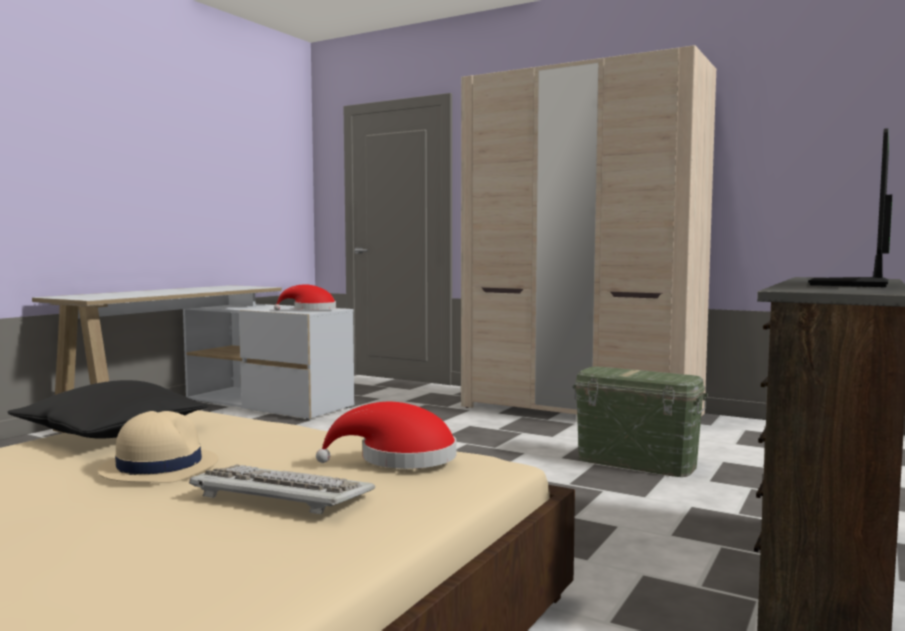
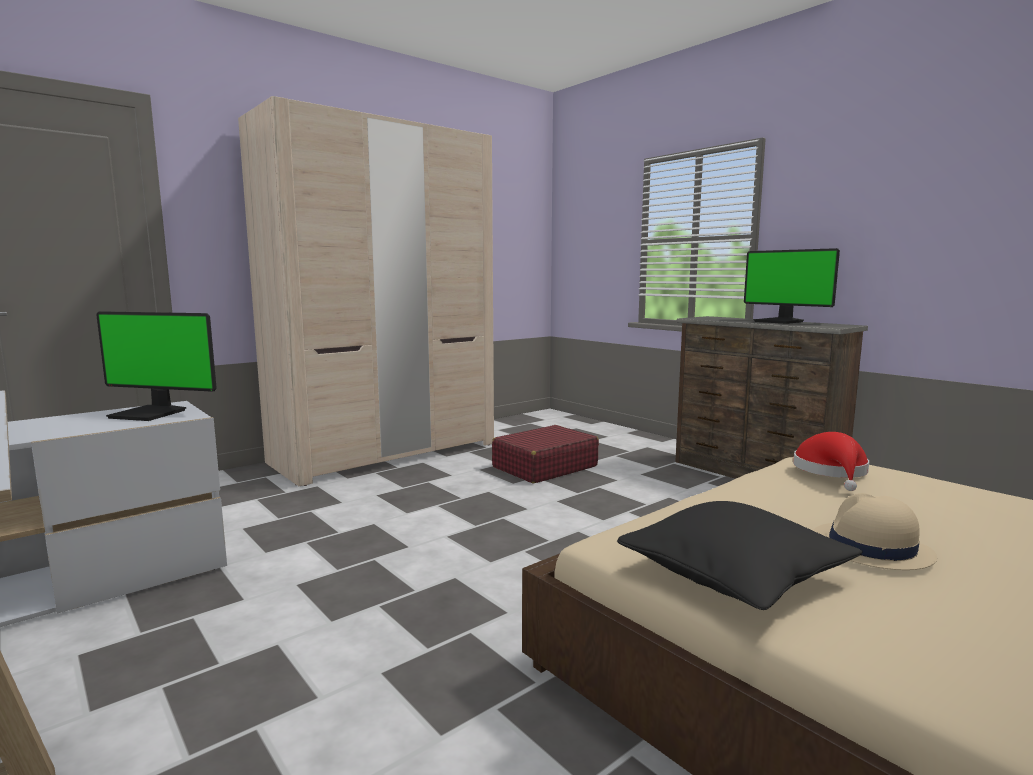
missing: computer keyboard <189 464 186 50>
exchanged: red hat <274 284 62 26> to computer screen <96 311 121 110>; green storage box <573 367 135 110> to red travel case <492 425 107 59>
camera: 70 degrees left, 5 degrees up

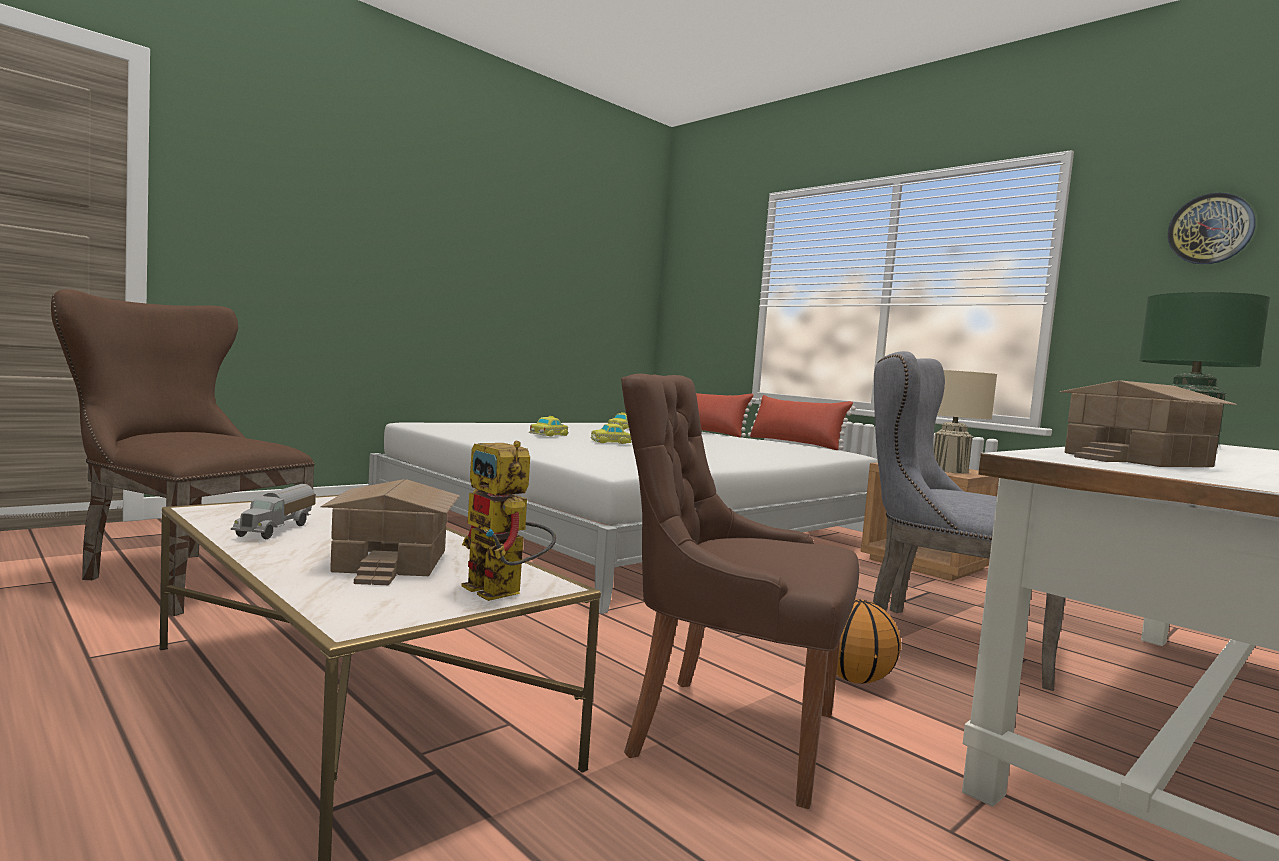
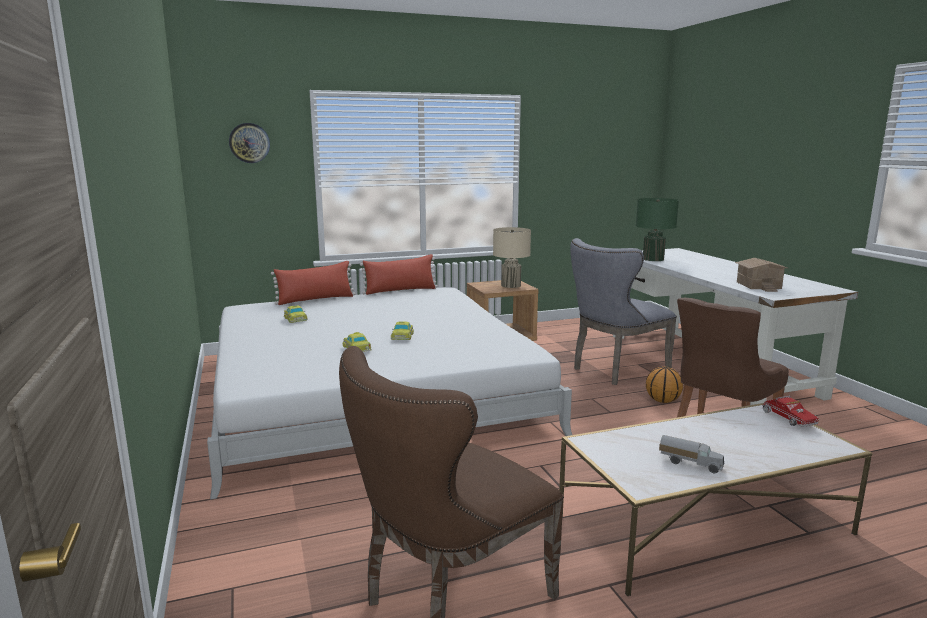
missing: toy house <321 479 139 106>
relocated: clock on the wall <1168 193 88 71> to <229 123 41 40>
exchanged: model robot <461 441 95 160> to toy truck <762 396 57 31>
camera: 65 degrees left, 10 degrees up

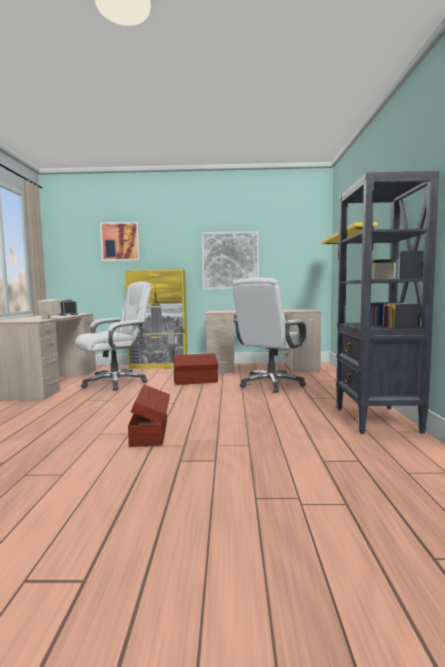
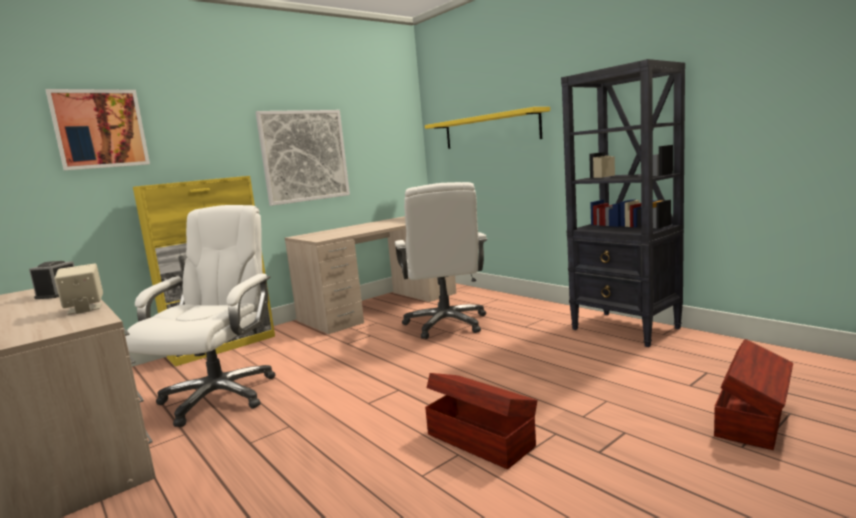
relocated: brown-coloured storage box <173 353 45 32> to <714 339 79 111>
camera: 40 degrees left, 5 degrees up

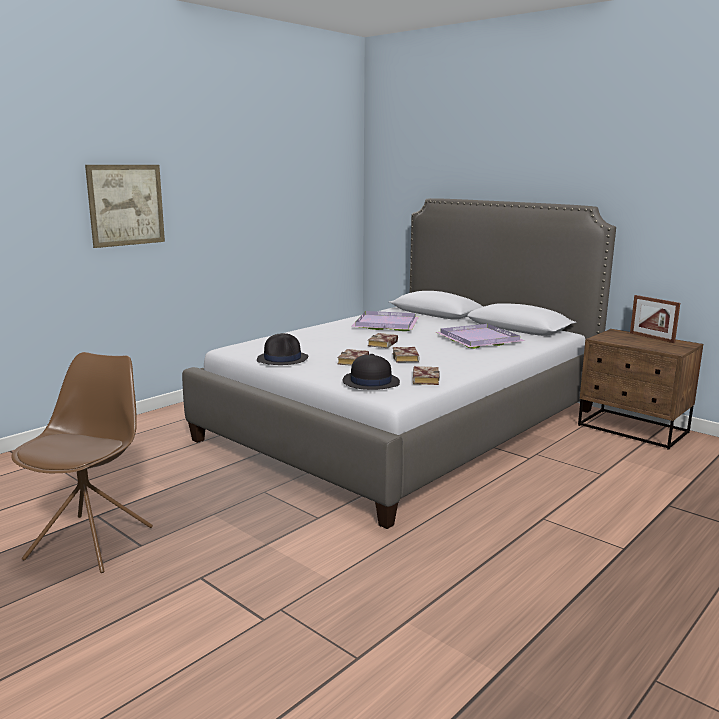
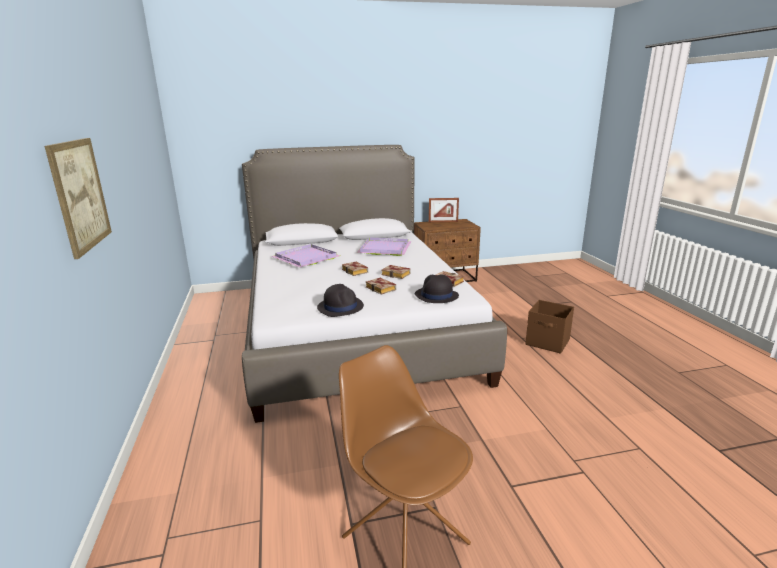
appeared: brown-coloured storage box <525 300 49 54>
camera: 55 degrees left, 5 degrees up

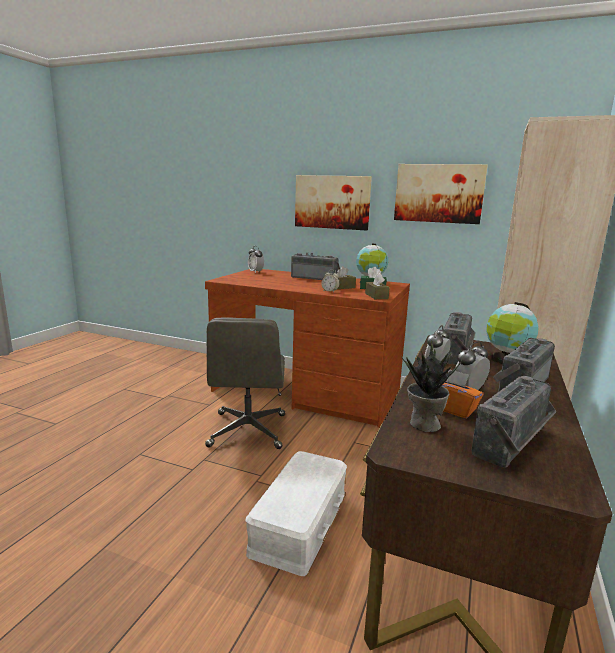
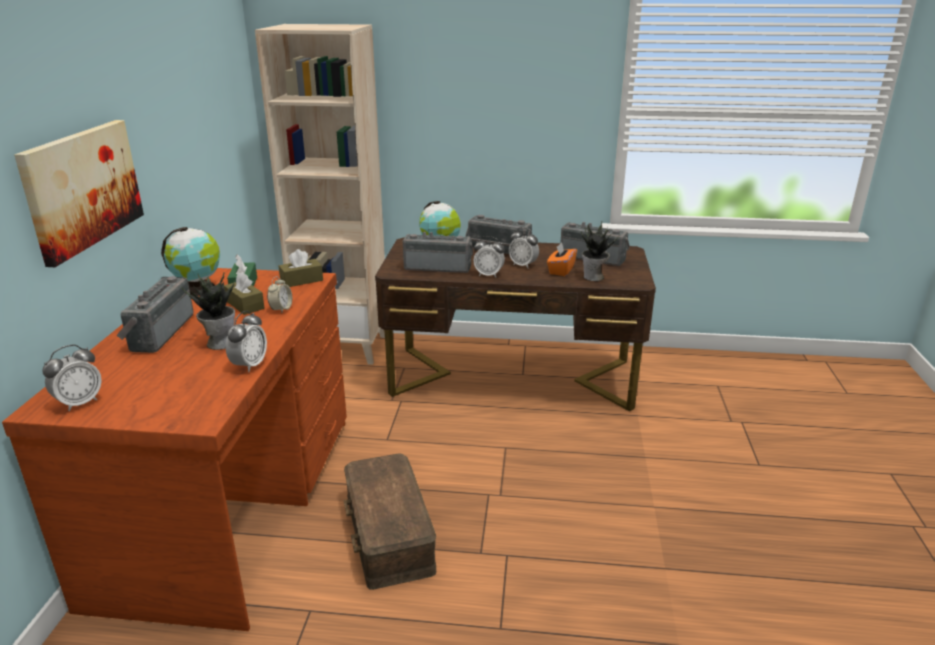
missing: white-coloured storage box <246 451 101 125>; wall art <394 164 94 60>
appeared: plant in a pot <181 272 54 78>; table clock <226 311 41 61>
exchanged: greyish computer chair <205 317 80 132> to brown-coloured storage box <343 453 93 137>
camera: 105 degrees left, 10 degrees up

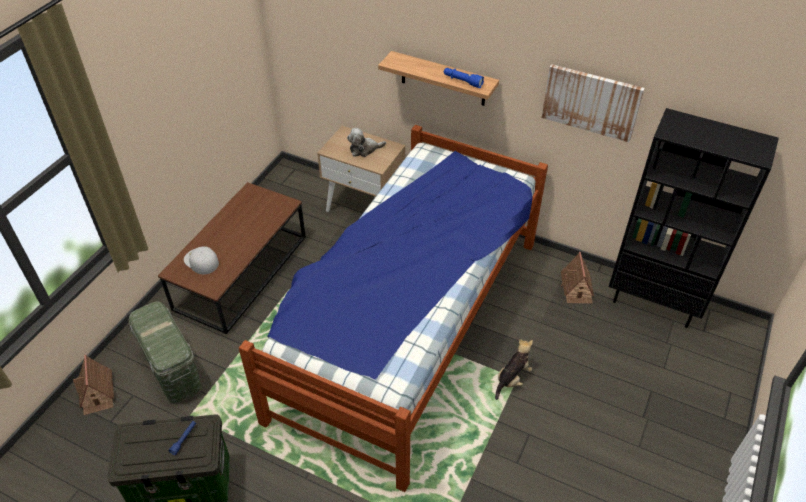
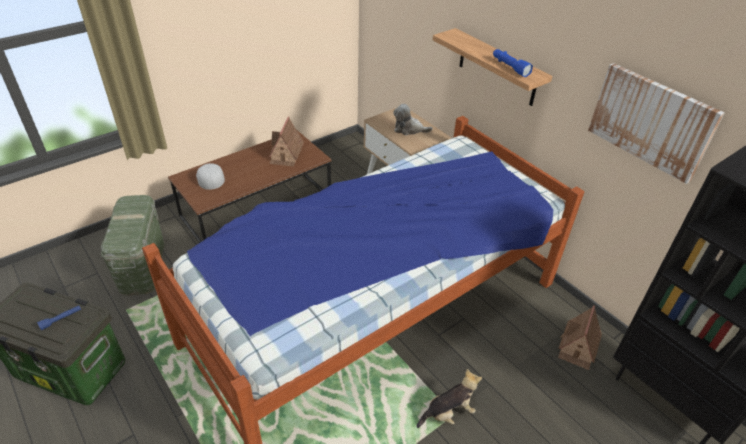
relocated: toy house <73 355 41 60> to <269 116 35 51>
camera: 25 degrees right, 5 degrees down

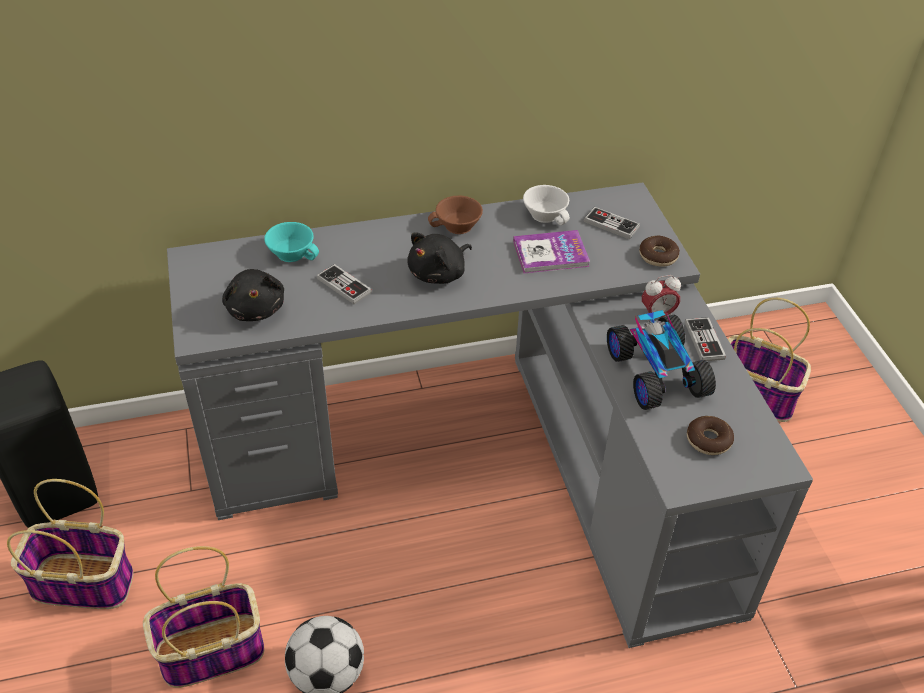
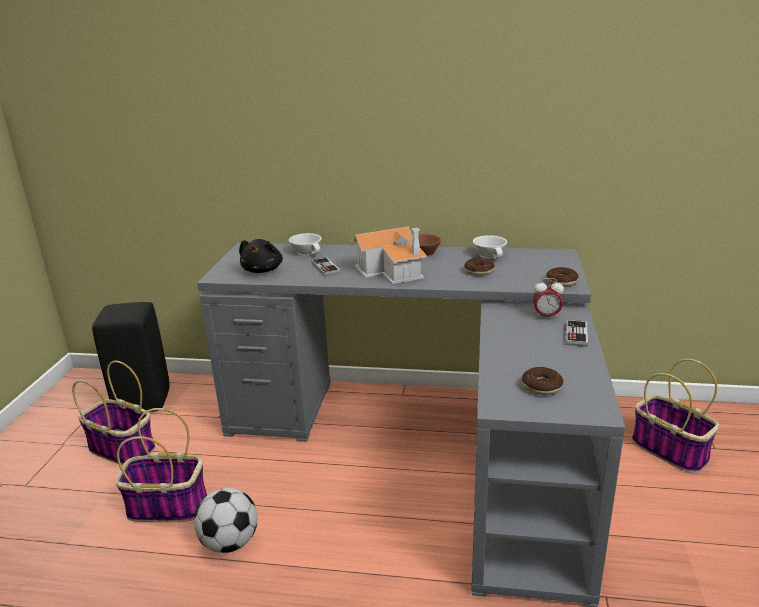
missing: joypad <584 207 56 32>; model car <607 310 109 100>
exchanged: blackish plush toy <407 232 65 52> to toy house <351 227 76 57>; book <513 230 77 43> to donut <464 258 31 18>
colour: turquoise-coloured drinking cup <264 222 55 40> to white-coloured drinking cup <289 233 33 22>
camera: 25 degrees right, 20 degrees down

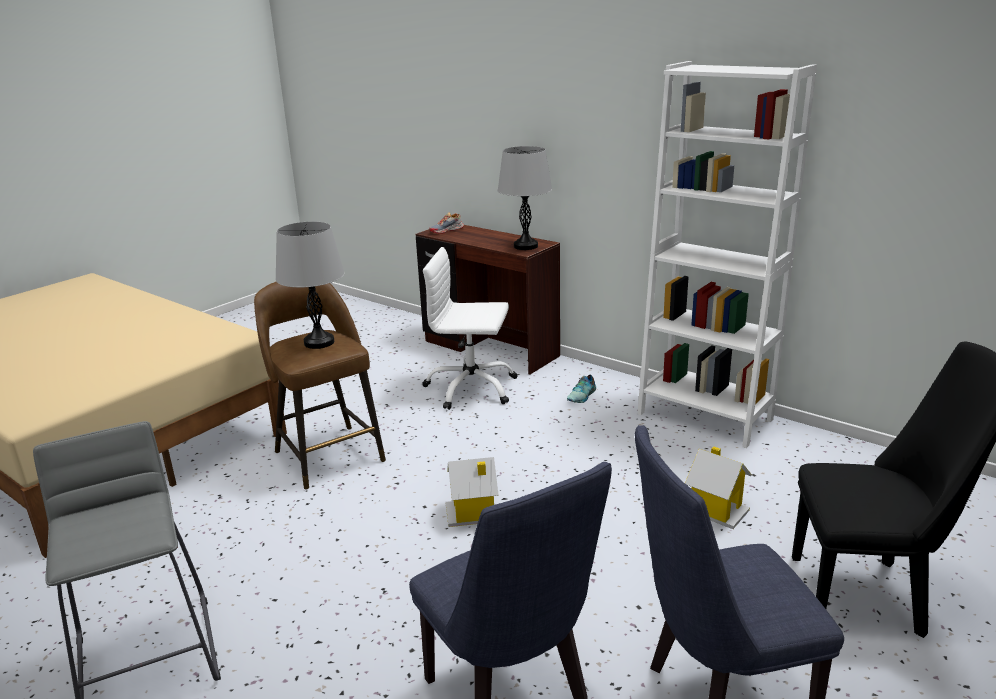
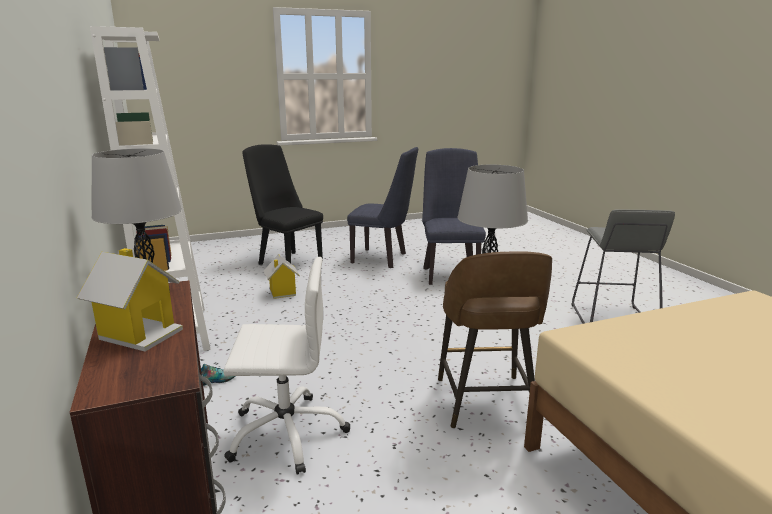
missing: item of footwear <429 212 35 22>
relocated: toy house <446 457 52 70> to <77 248 106 104>
spun: white-coloured computer chair <422 247 96 163> = <224 257 126 218> 45 degrees counterclockwise
camera: 150 degrees left, 5 degrees down

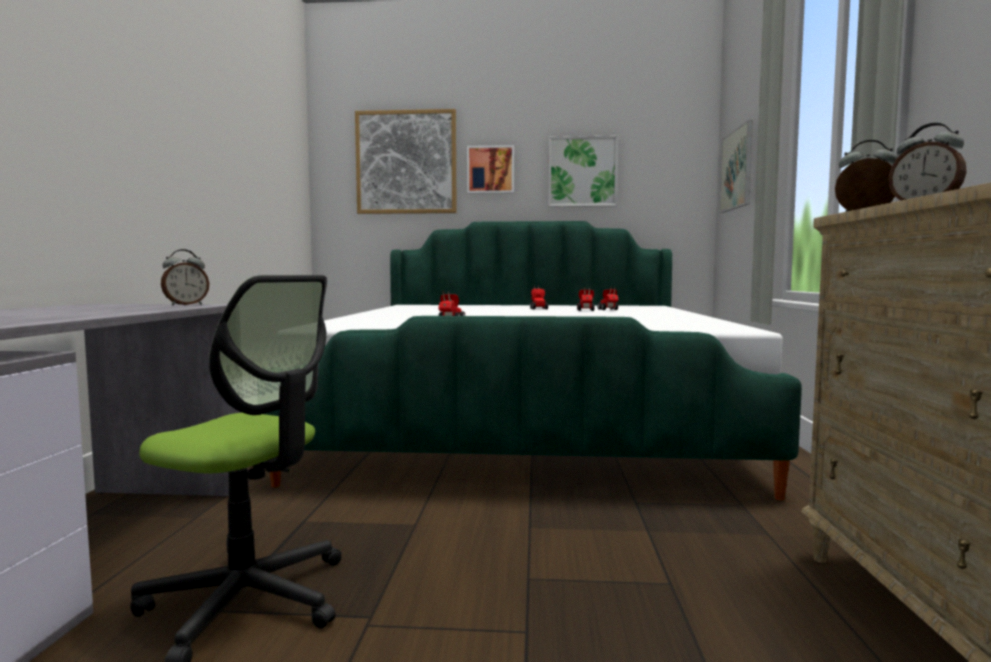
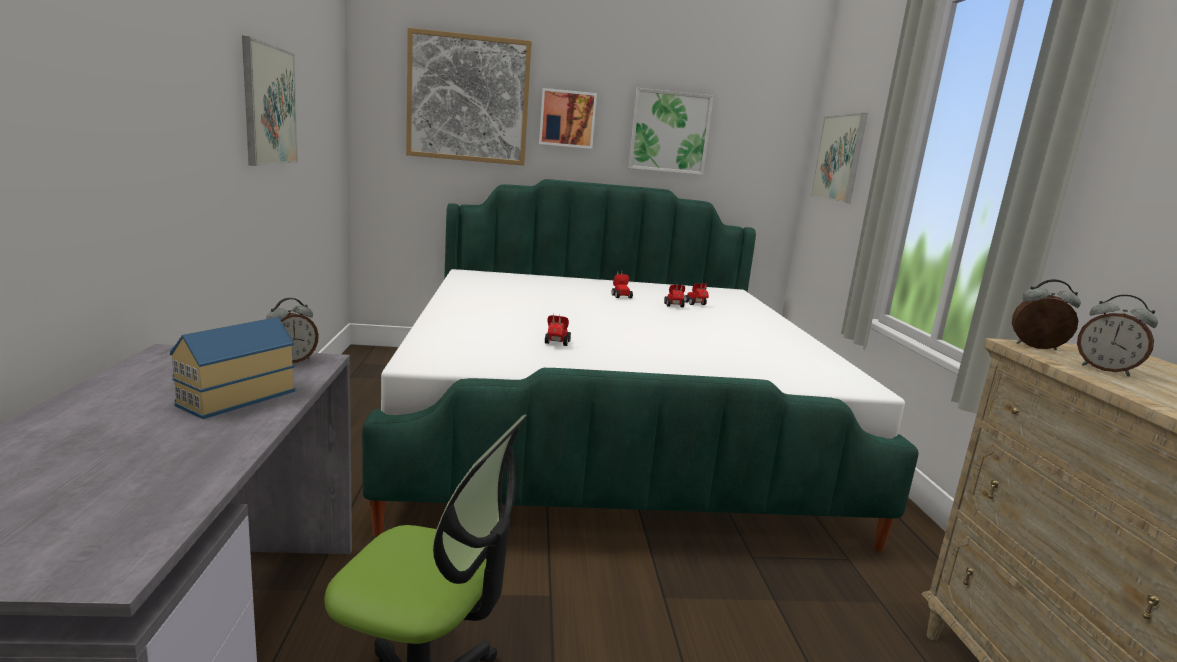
appeared: toy house <170 317 125 102>; wall art <242 36 56 130>
camera: 10 degrees left, 10 degrees up

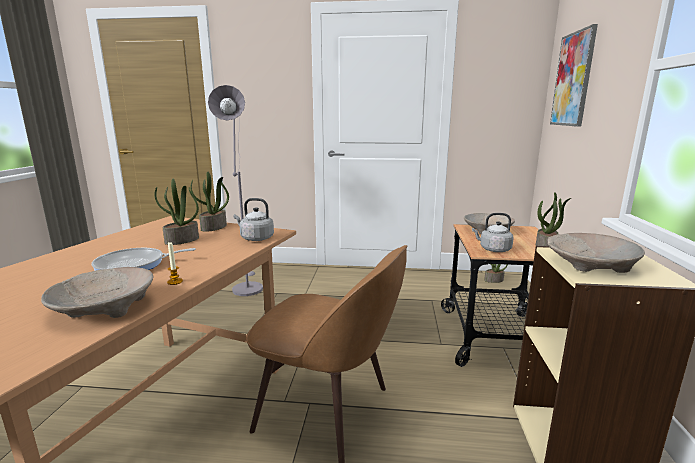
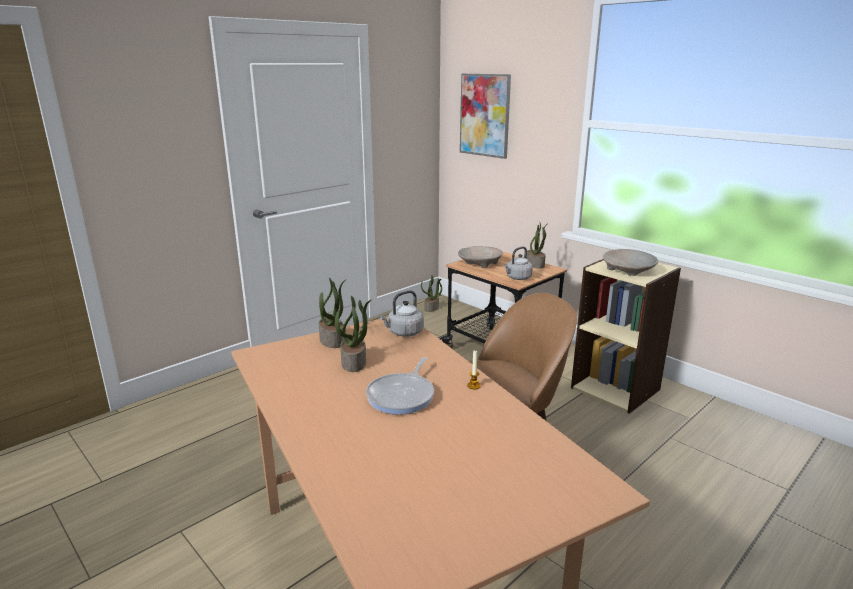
missing: beige-coloured deep dish <41 267 113 51>; greyish floor lamp <208 85 55 211>
camera: 50 degrees left, 5 degrees up

